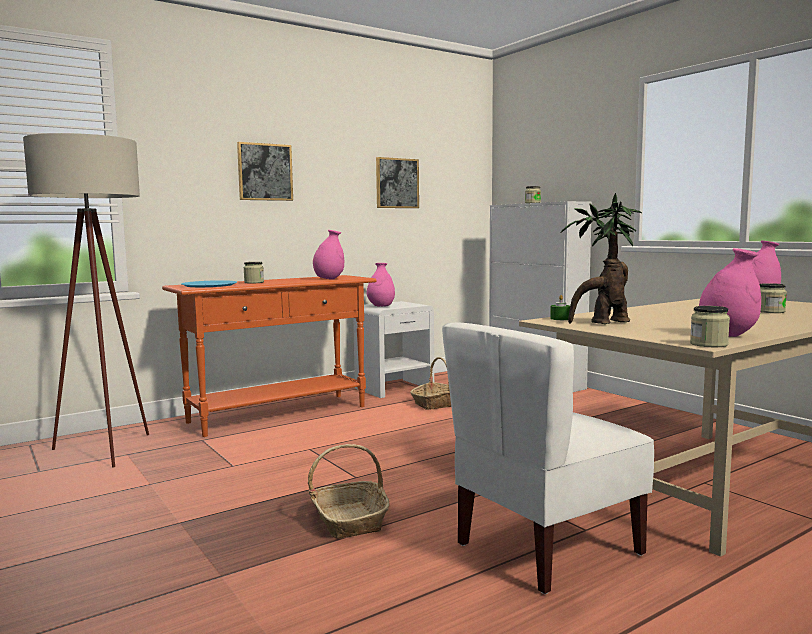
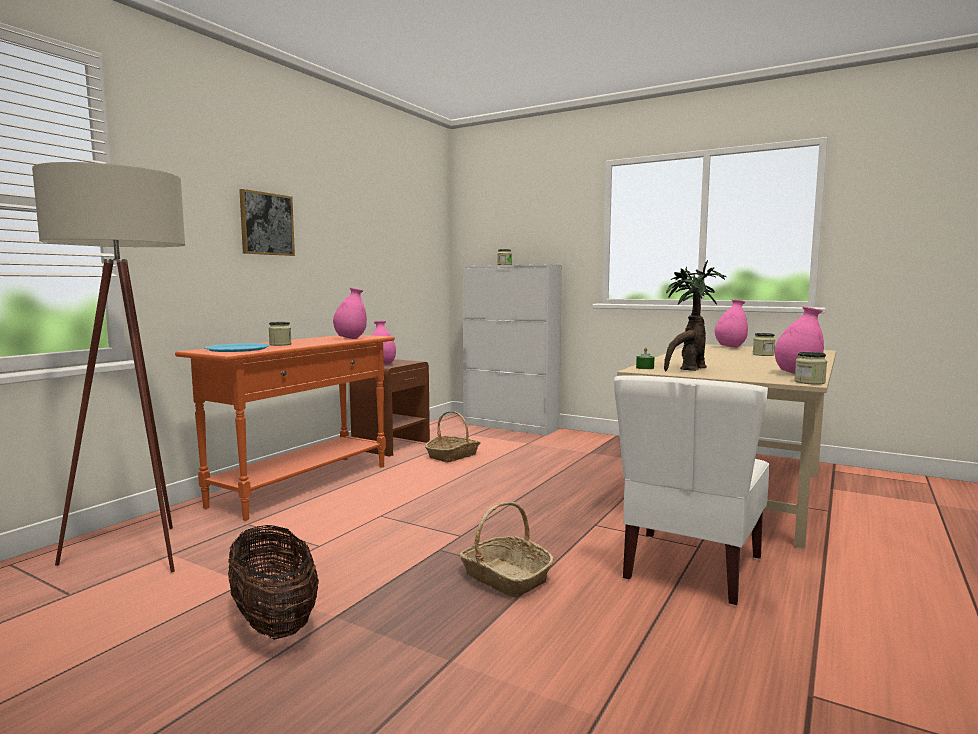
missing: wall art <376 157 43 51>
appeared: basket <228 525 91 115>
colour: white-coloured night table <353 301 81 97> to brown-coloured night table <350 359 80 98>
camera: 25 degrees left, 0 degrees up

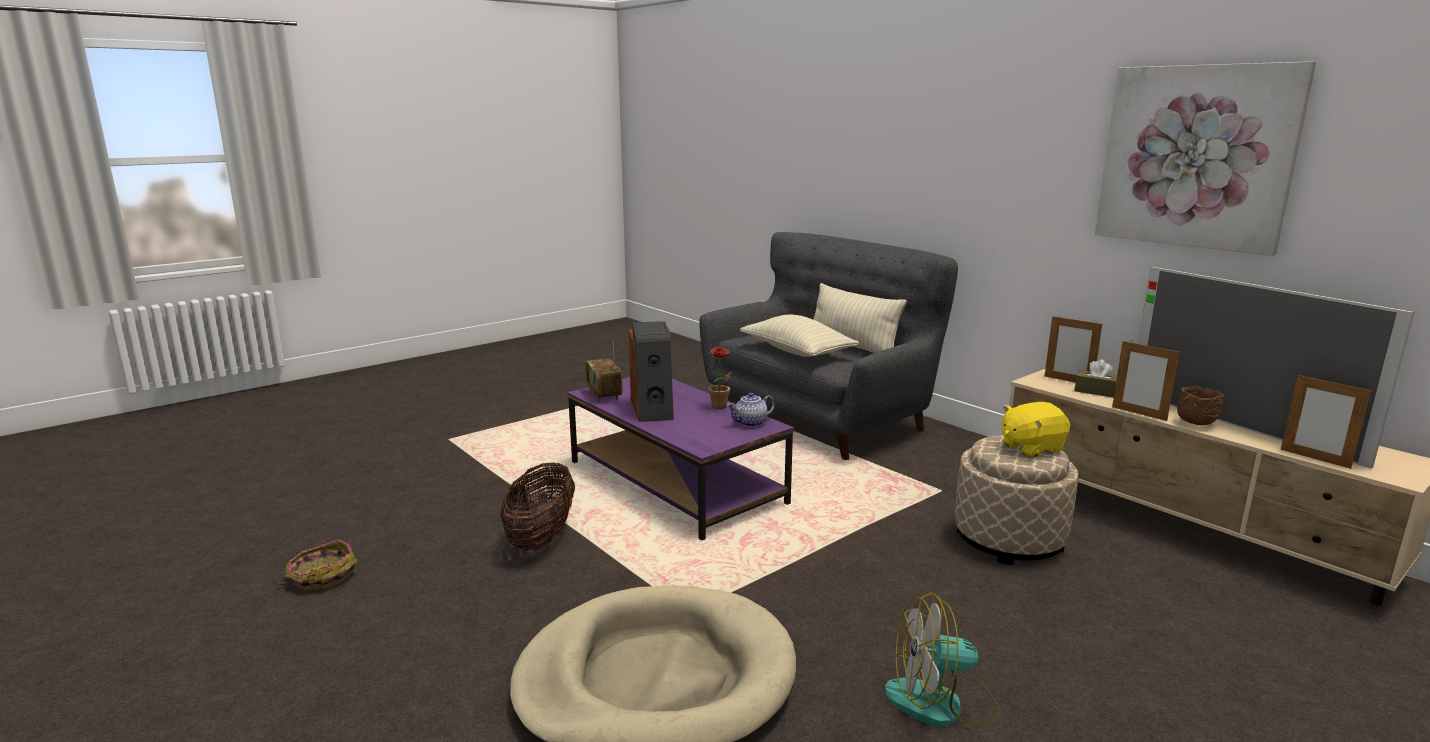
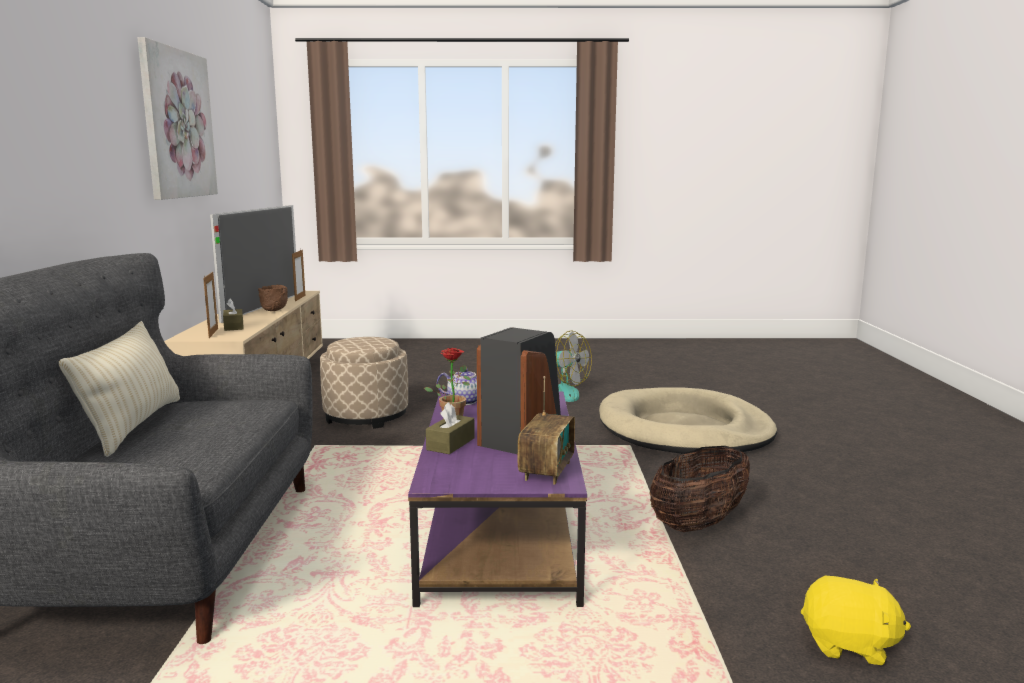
missing: basket <278 539 79 51>; beige-coloured throw pillow <740 315 119 42>; picture frame <1112 341 68 80>
appeared: brown-coloured box of tissues <426 402 49 52>
relocated: yellowish plush toy <1001 402 69 56> to <801 576 110 89>
camera: 140 degrees left, 5 degrees down

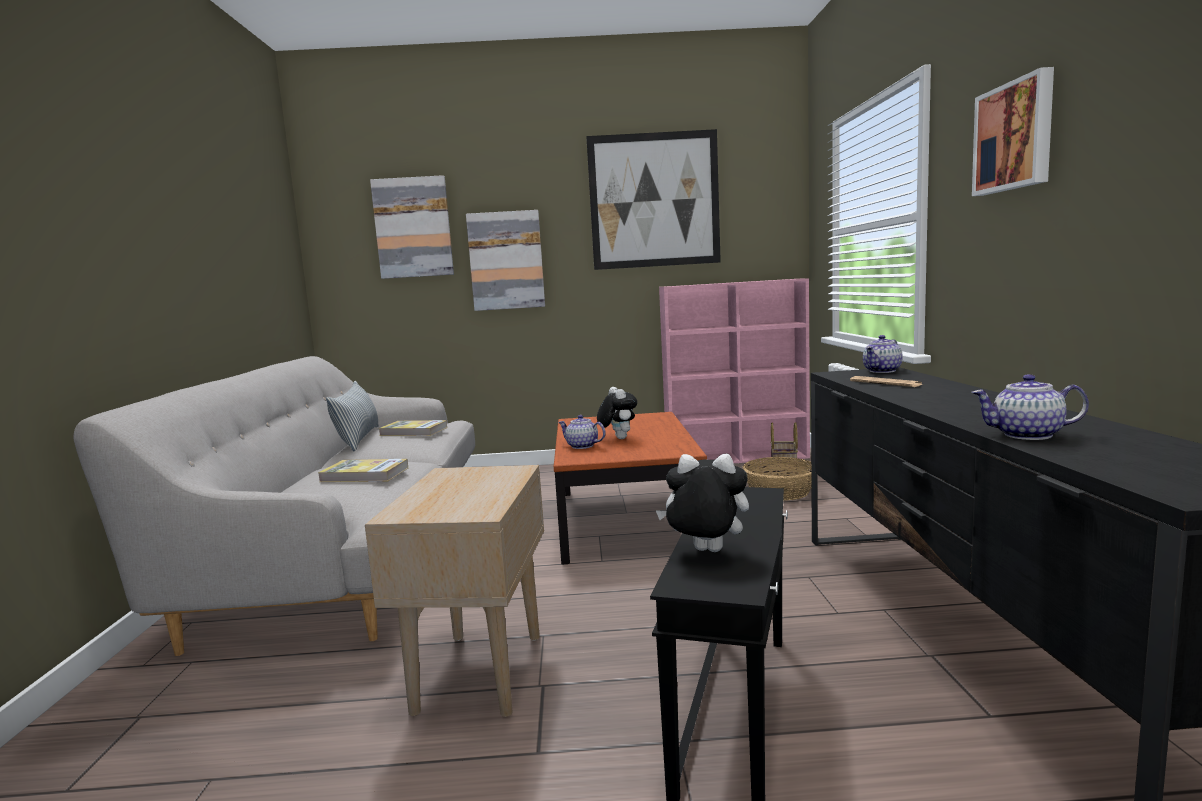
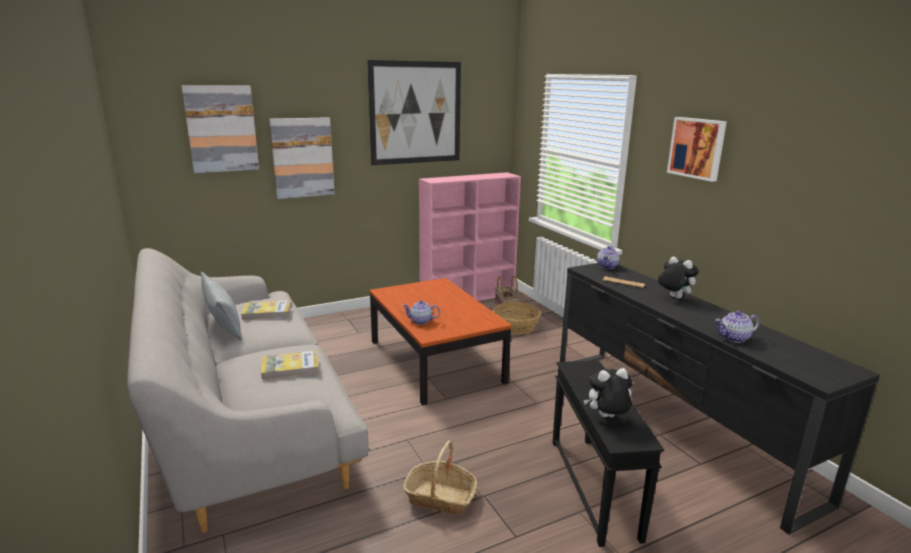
relocated: plush toy <597 387 40 52> to <658 257 41 42>
exchanged: beige-coloured end table <365 465 179 252> to basket <403 440 74 75>
camera: 25 degrees left, 10 degrees up

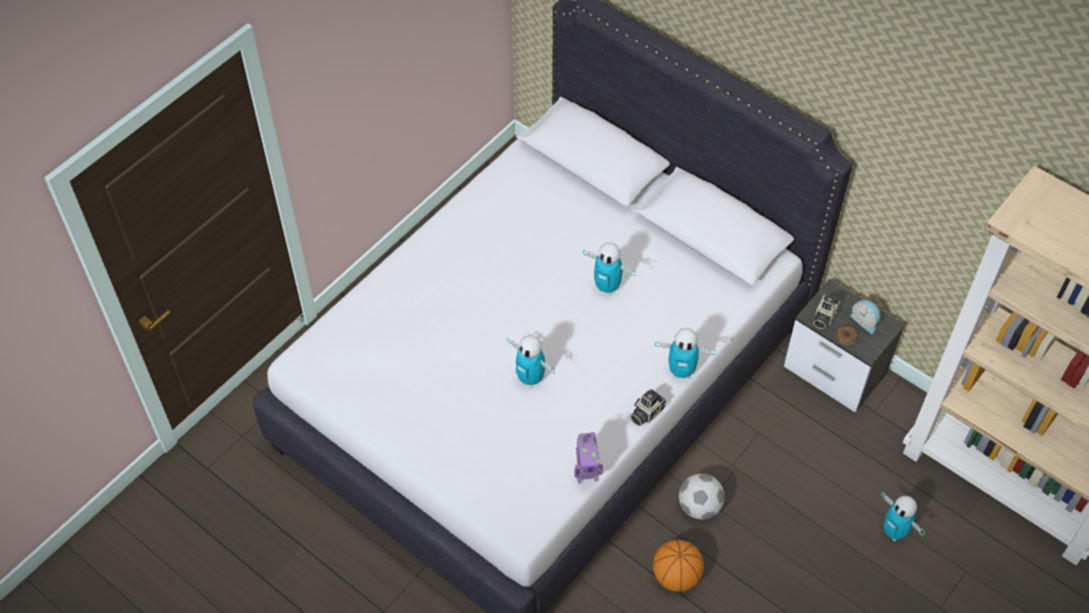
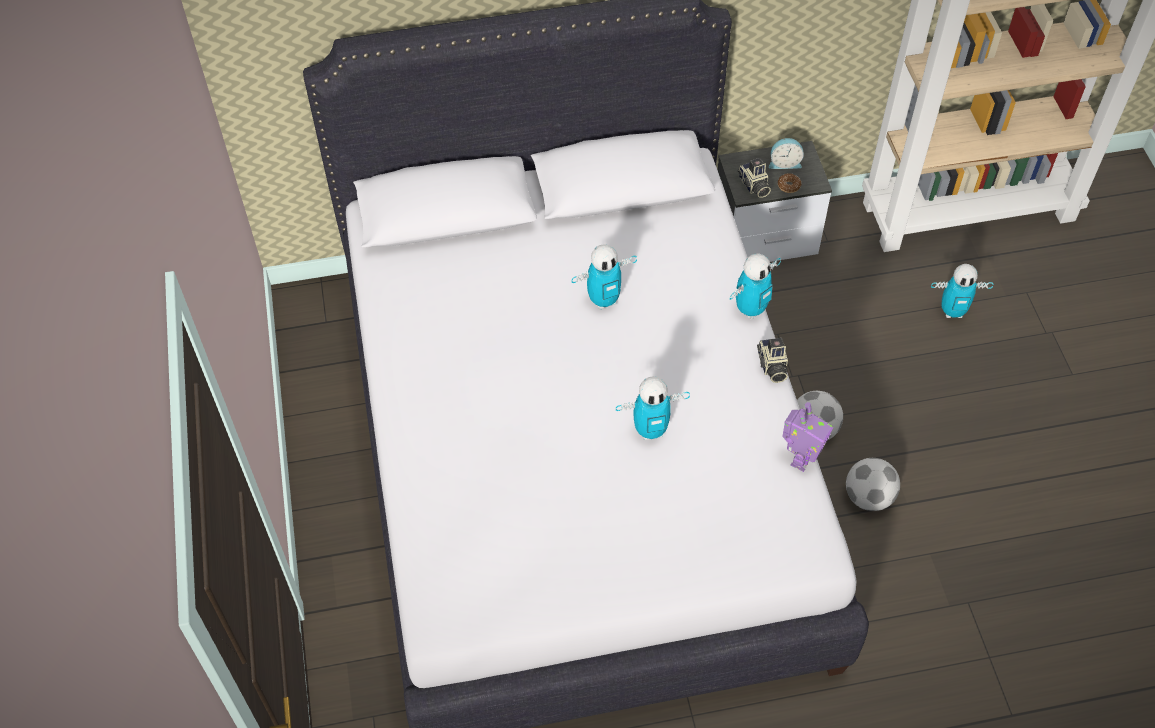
exchanged: basketball <653 540 51 52> to football ball <846 458 54 53>
camera: 50 degrees left, 0 degrees up

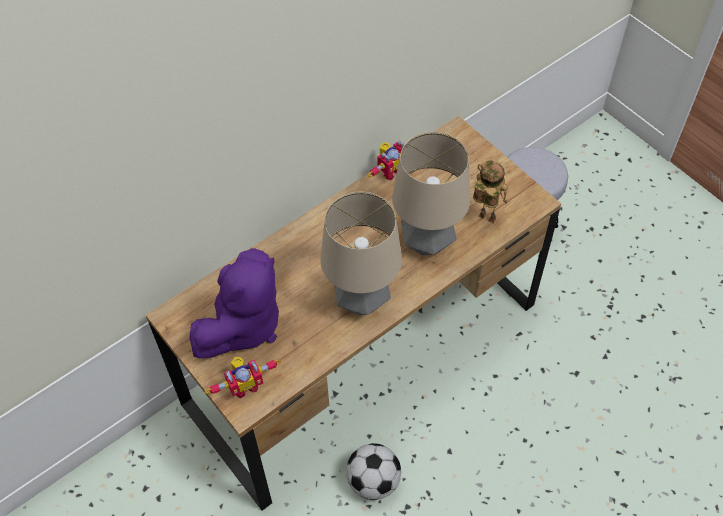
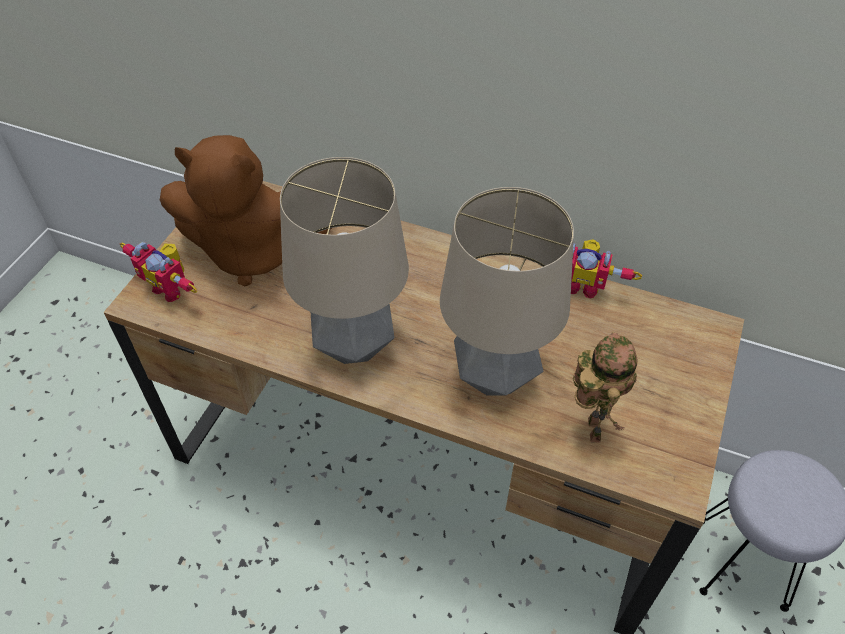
missing: football ball <346 443 55 57>
colour: purplish plush toy <189 248 90 110> to brown-coloured plush toy <160 135 172 151>
camera: 60 degrees right, 5 degrees down

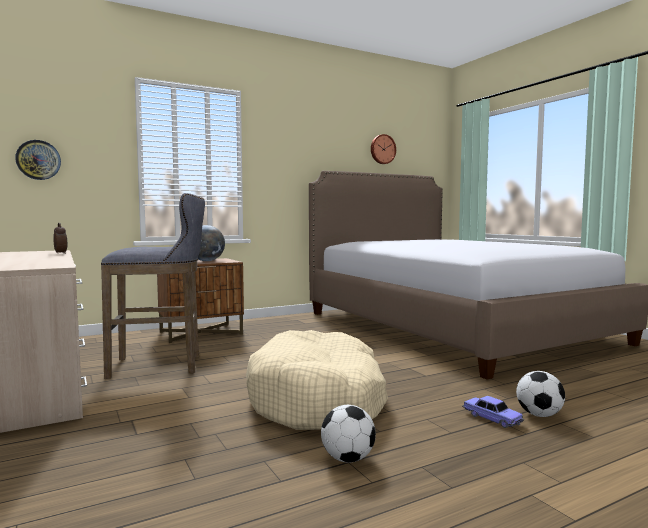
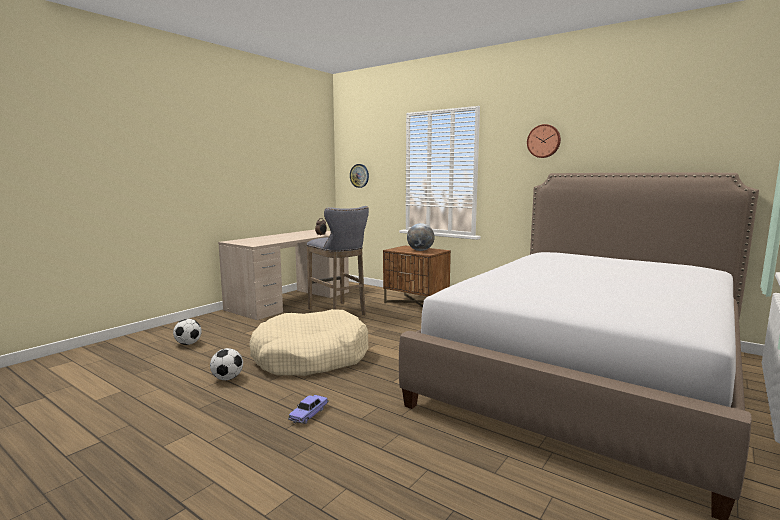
relocated: football ball <516 371 49 46> to <173 319 29 26>; clock on the wall <371 134 25 30> to <527 124 34 34>
camera: 65 degrees right, 5 degrees up

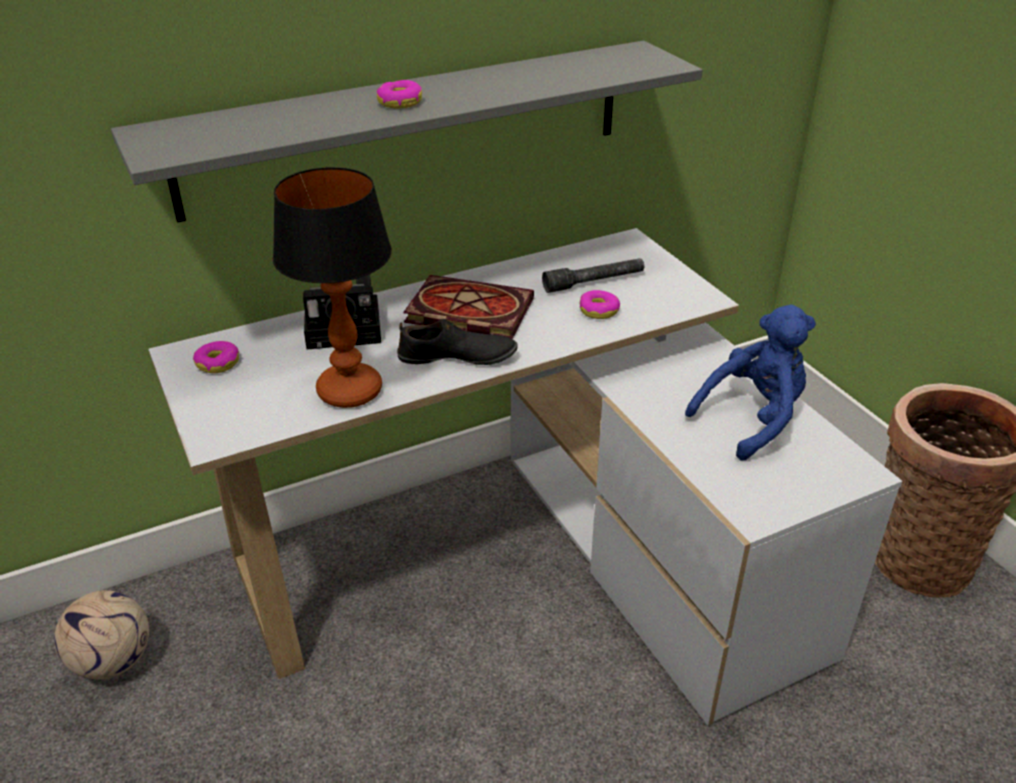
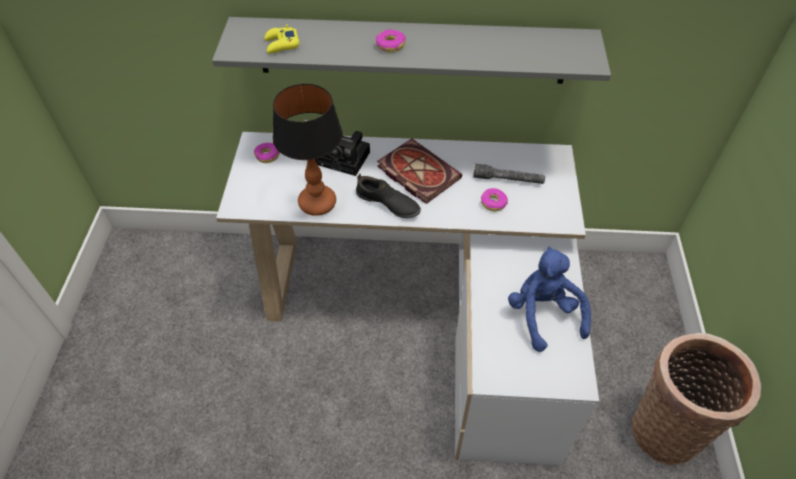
missing: football ball <54 590 95 89>
appeared: yellowish joypad <264 24 36 30>
spun: blue-coloured plush toy <685 304 131 157> = <508 246 83 106> 105 degrees counterclockwise
camera: 30 degrees right, 15 degrees up

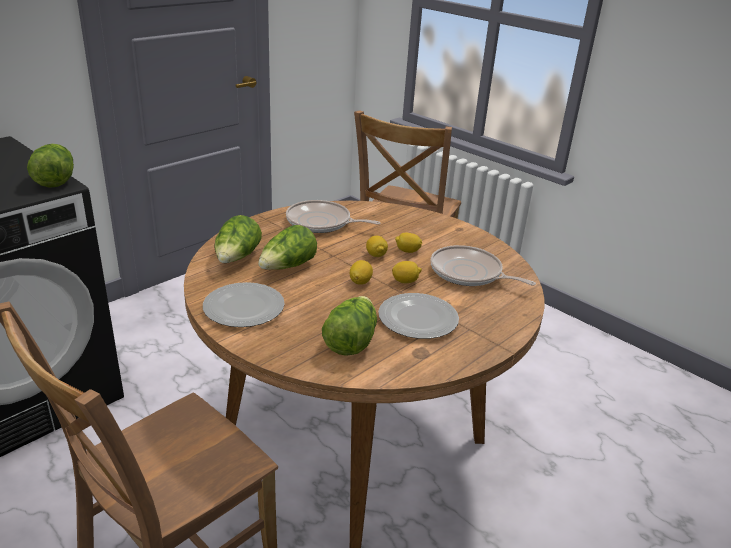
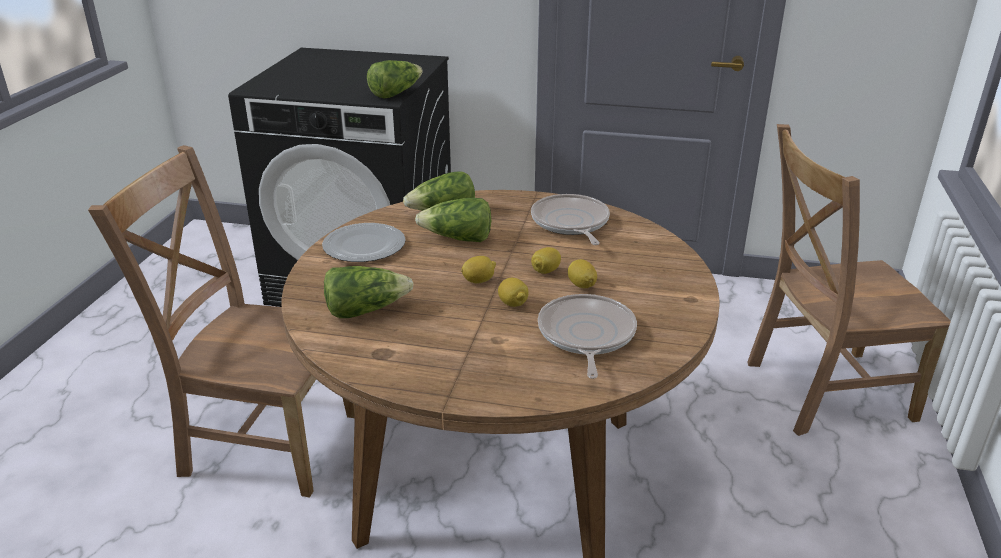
missing: plate <378 293 81 46>
camera: 60 degrees right, 0 degrees up

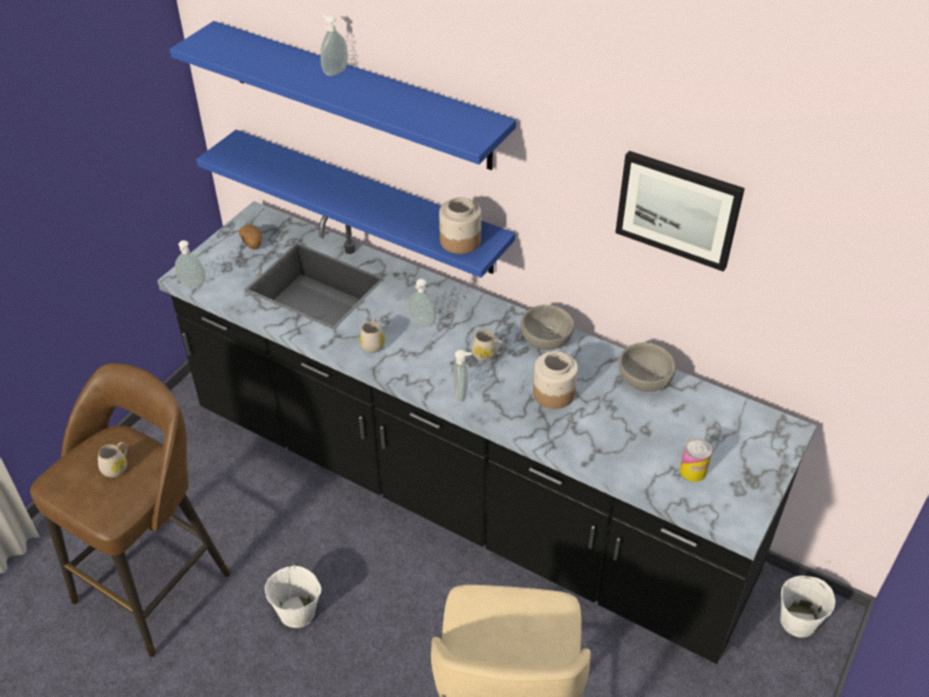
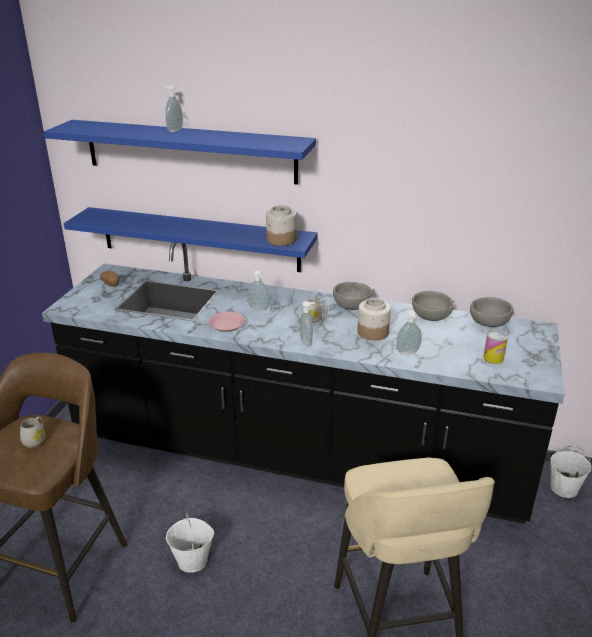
missing: wall art <615 151 130 121>
appeared: greyish deep dish <470 297 43 30>
relocated: soap dispenser <175 240 31 47> to <396 310 26 44>
exchanged: white-coloured tea mug <359 318 26 35> to pink plate <208 312 37 20>
camera: 15 degrees left, 15 degrees down

